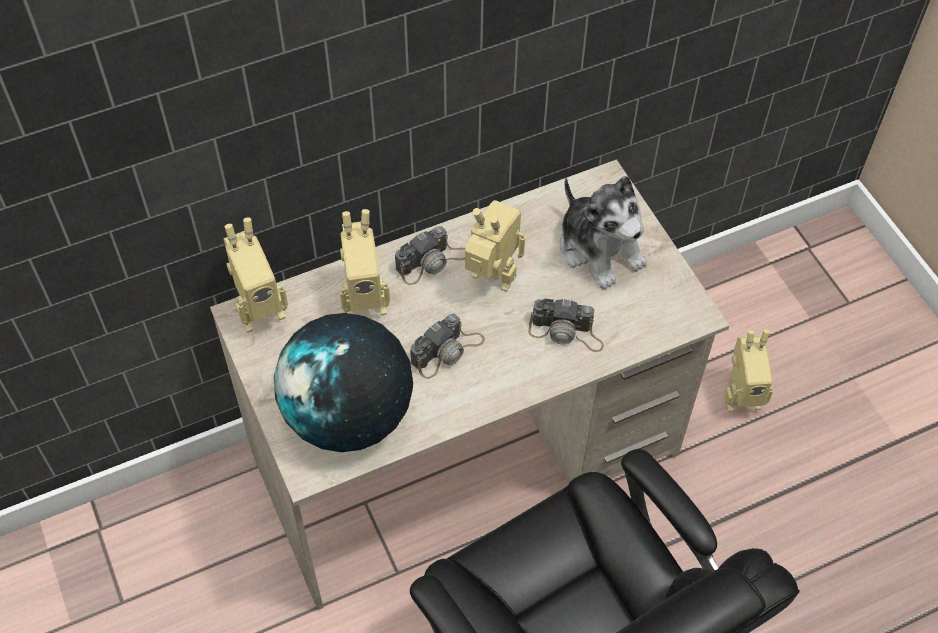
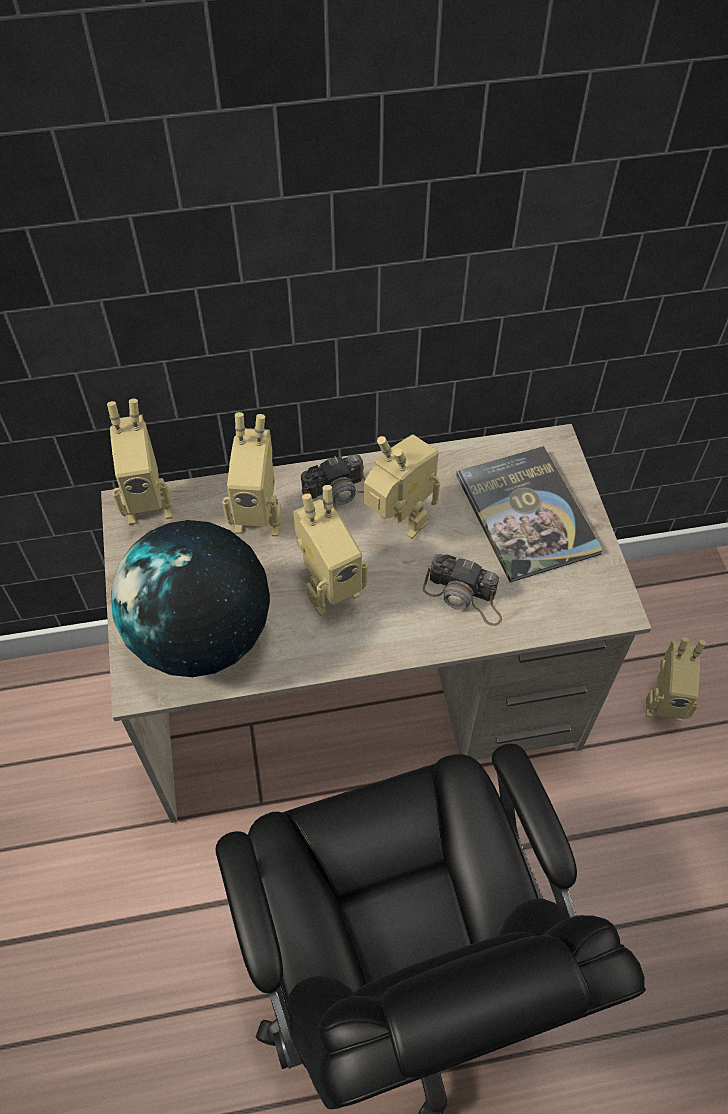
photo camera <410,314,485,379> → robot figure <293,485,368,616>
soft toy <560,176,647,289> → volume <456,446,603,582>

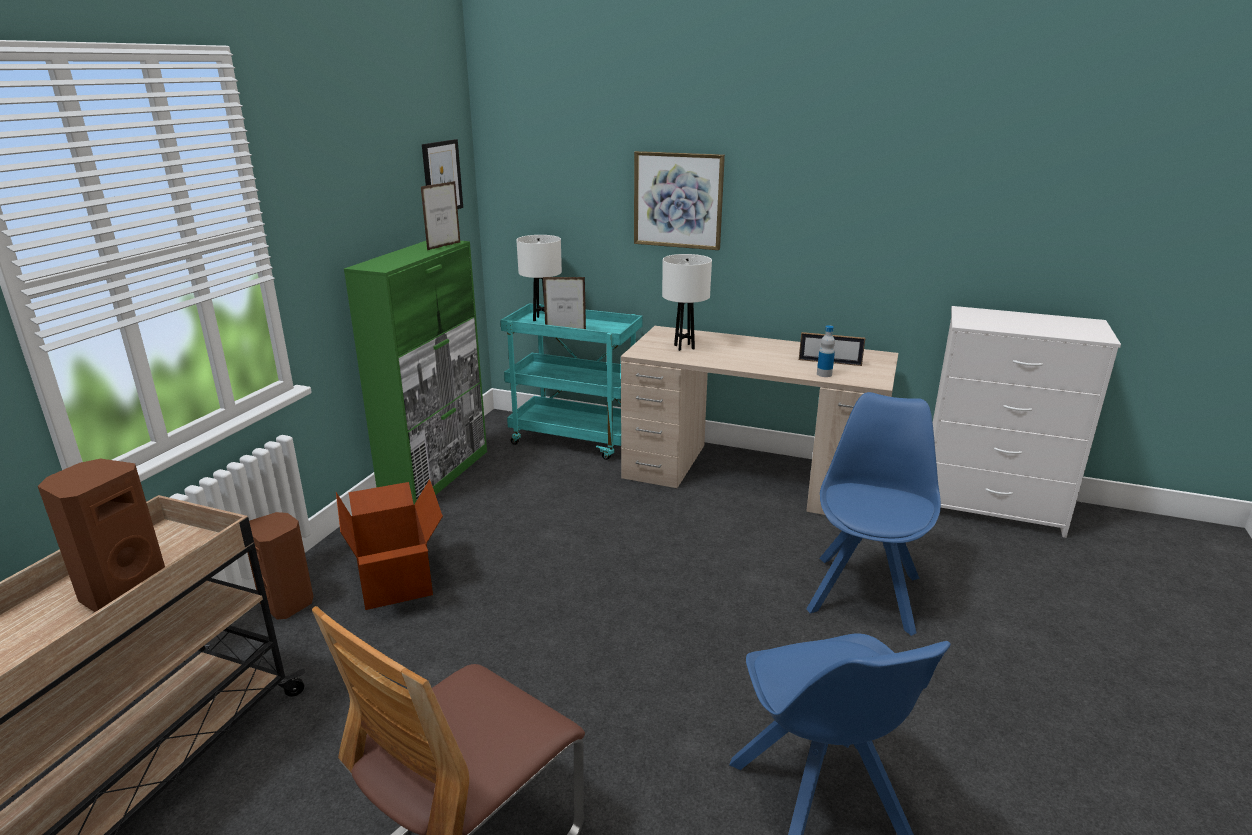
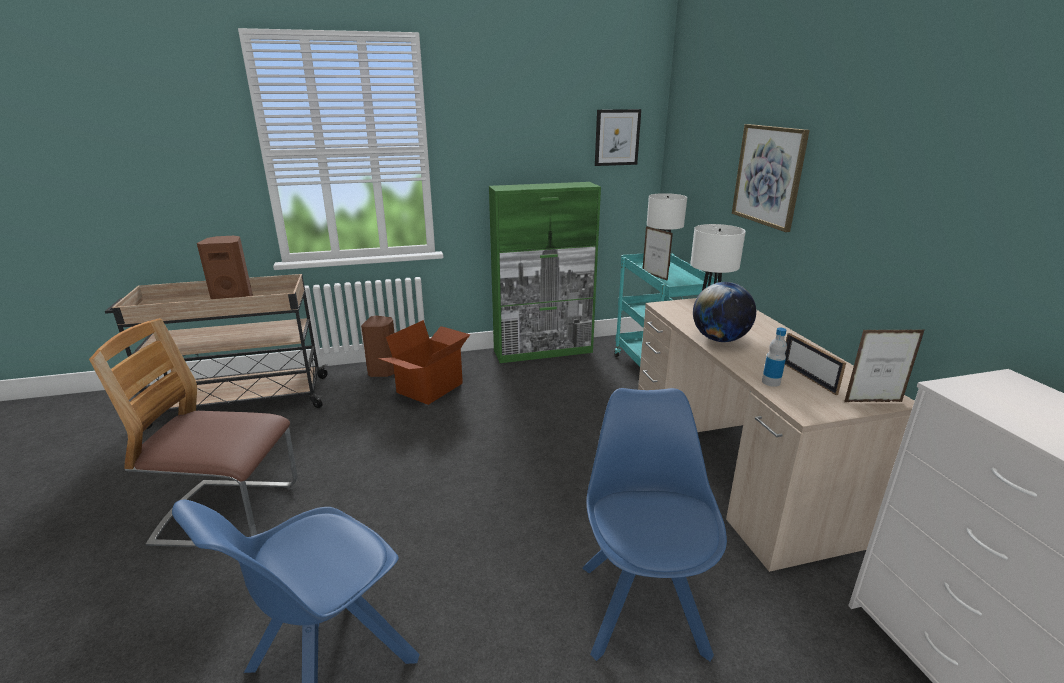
standing frame <421,181,461,250> → standing frame <844,330,924,402>, move
chair (bluish) <806,392,941,636> → chair (bluish) <582,388,727,662>, 75 degrees counterclockwise
- → globe <693,282,756,342>

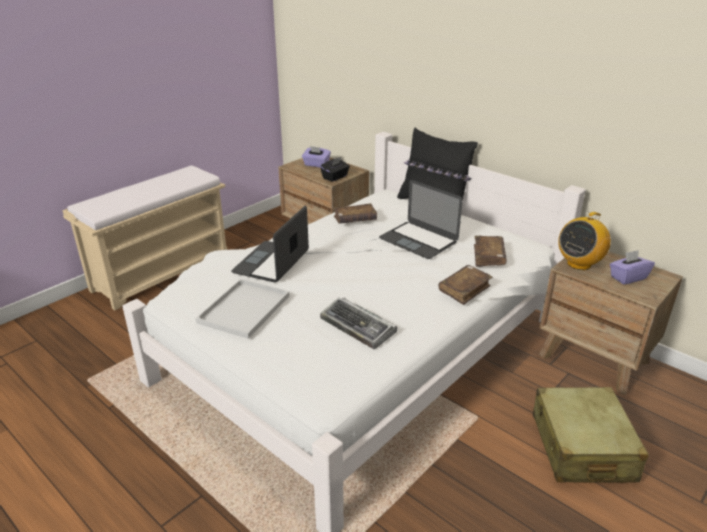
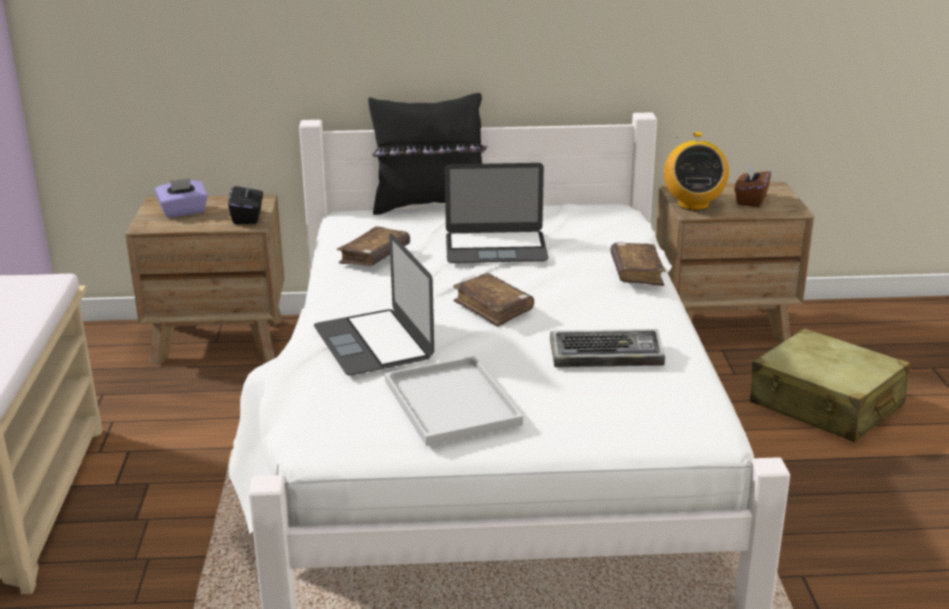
volume (brown) <474,236,507,267> → volume (brown) <453,273,534,327>, move
tissue holder (purple-coloured) <610,250,655,285> → tissue holder (brown) <735,163,771,207>

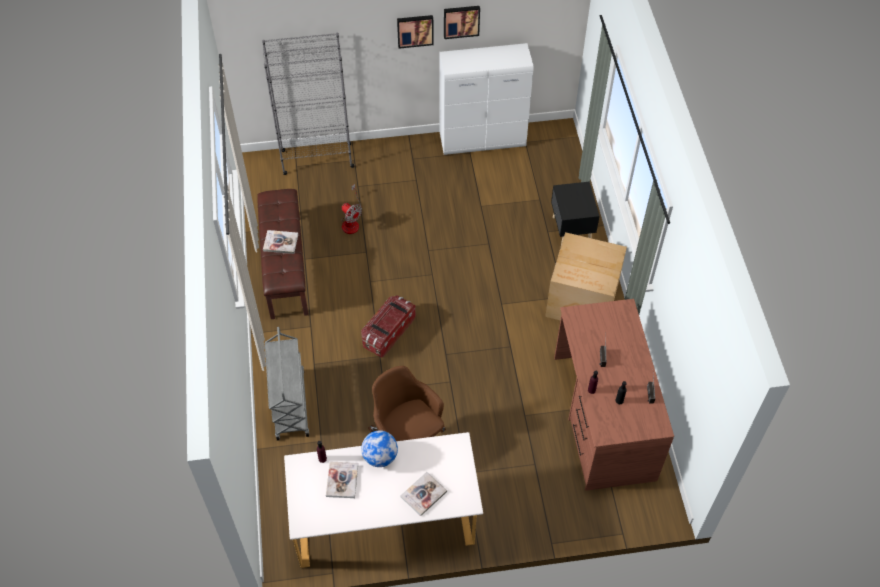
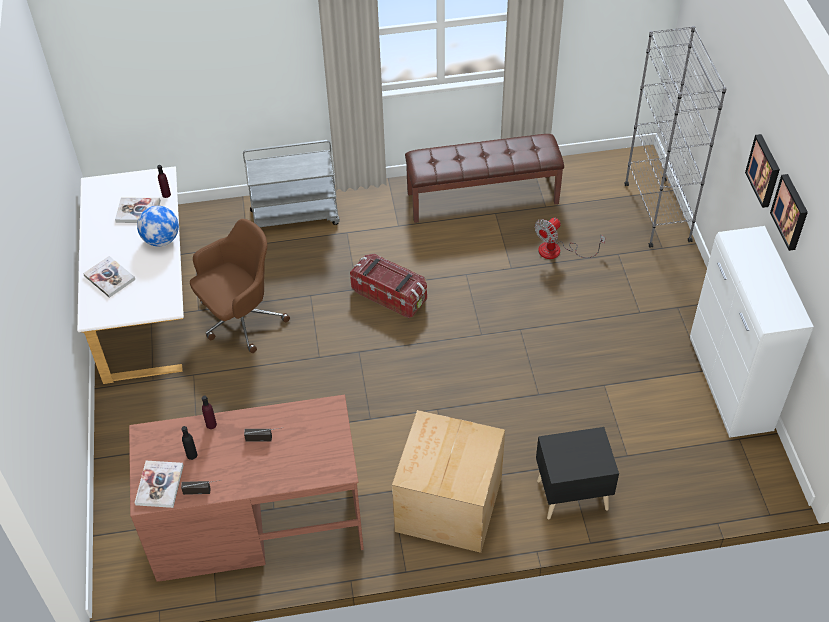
volume <263,230,298,254> → volume <135,461,184,508>, move

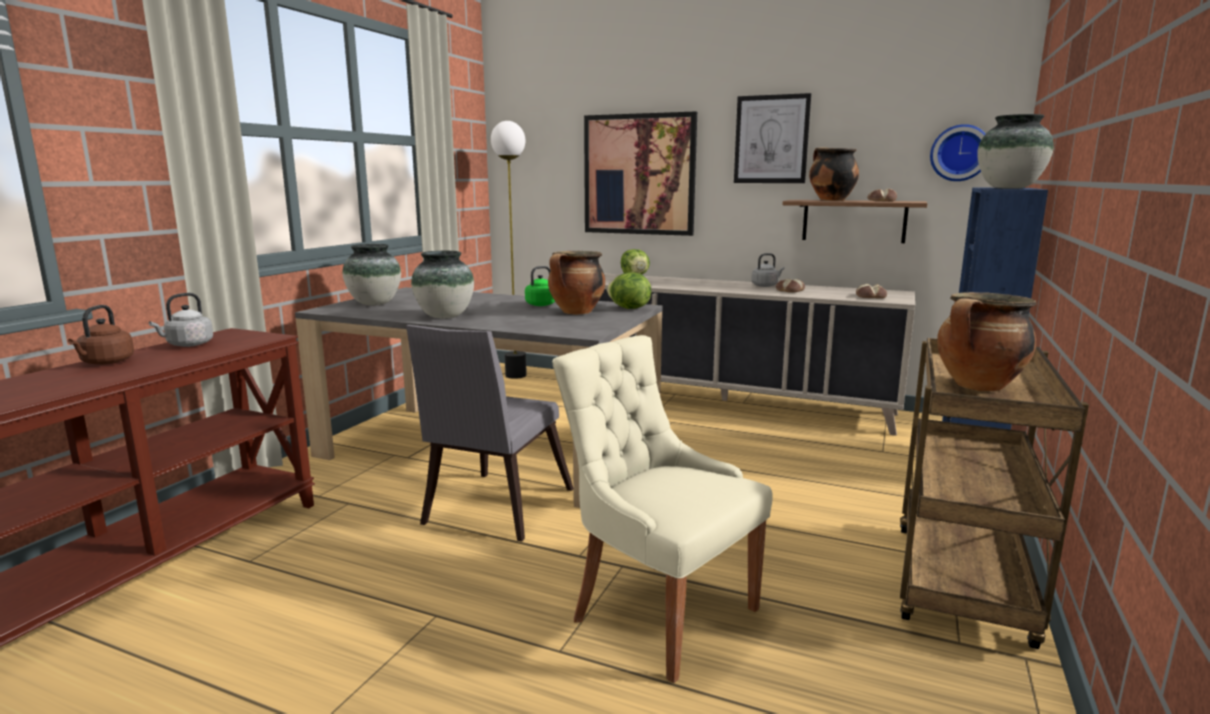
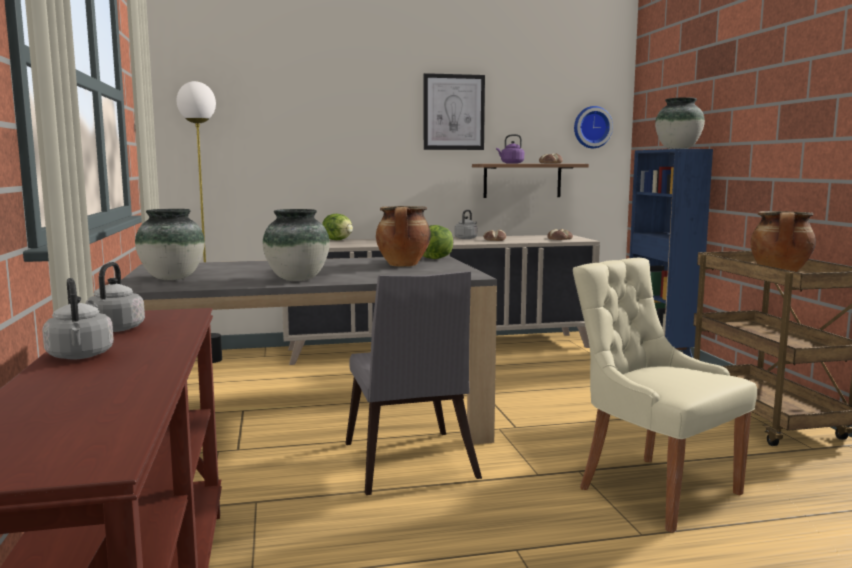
kettle (brown) <67,305,134,365> → kettle (grey) <42,278,114,359>
kettle (green-coloured) <525,266,555,306> → -
chair (sand-coloured) <552,335,773,683> → chair (sand-coloured) <573,258,757,533>, 45 degrees clockwise
wall art <584,111,697,236> → -
stockpot <809,147,859,201> → kettle (purple-coloured) <496,134,524,164>

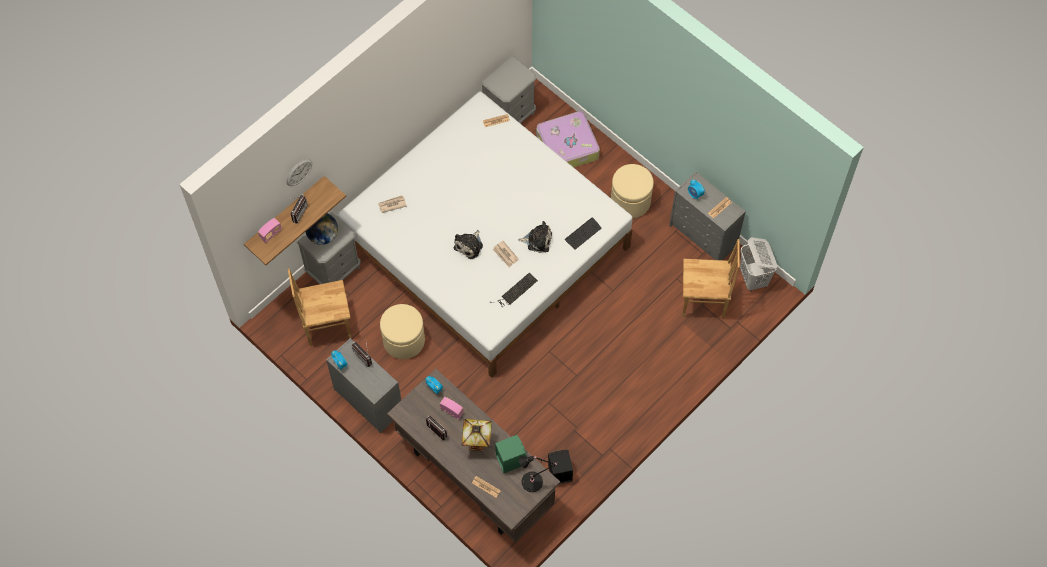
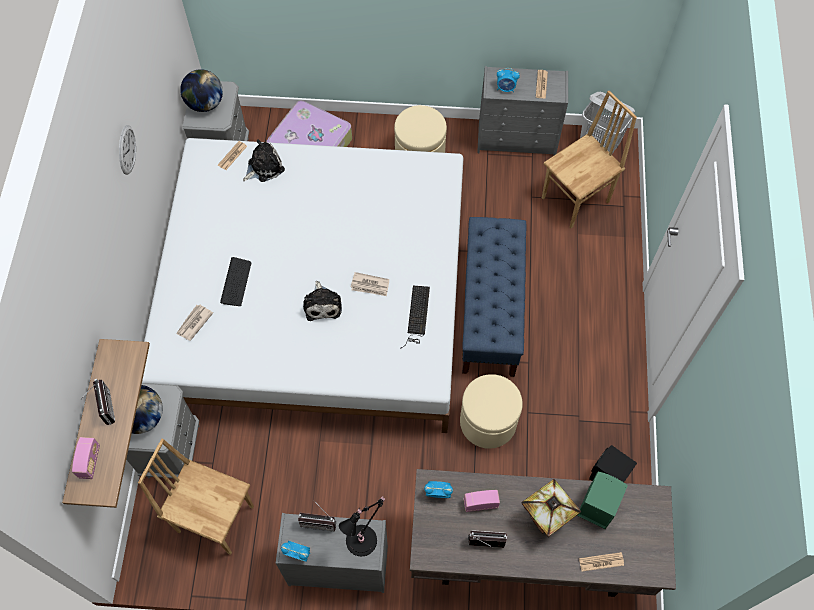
hanging clock <287,159,312,186> → hanging clock <119,125,136,175>, move
chair (brown) <288,268,351,346> → chair (brown) <138,438,254,555>, 75 degrees clockwise
pouffe (sand-coloured) <380,304,425,359> → pouffe (sand-coloured) <460,374,523,449>, move
soft toy <518,221,552,253> → soft toy <243,139,285,182>, move
lamp for a table (black) <519,455,557,492> → lamp for a table (black) <339,496,385,556>, move
computer keyboard <565,217,601,250> → computer keyboard <220,257,251,306>, move
- → globe <180,69,223,112>
- → indoor bench (bluish) <462,217,526,377>

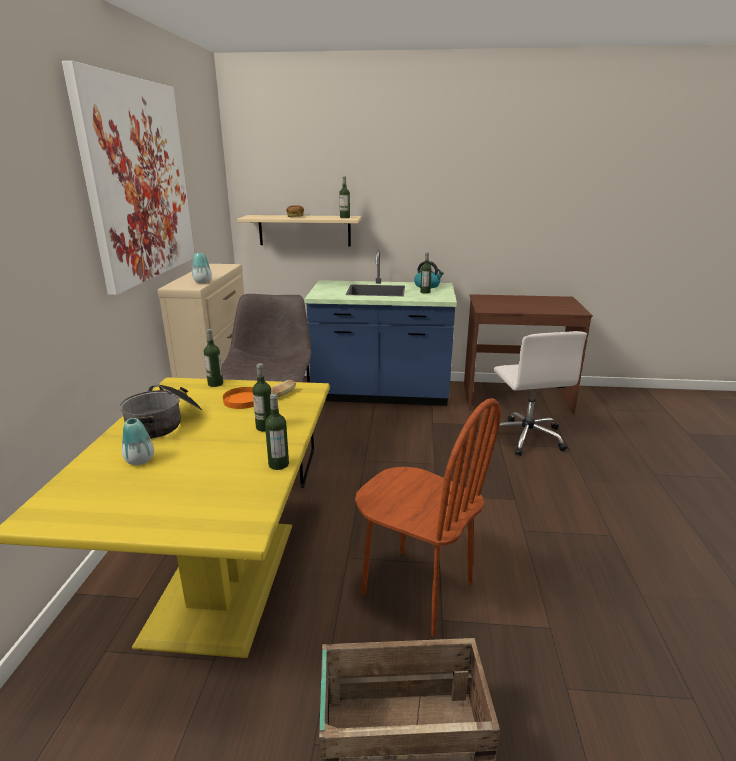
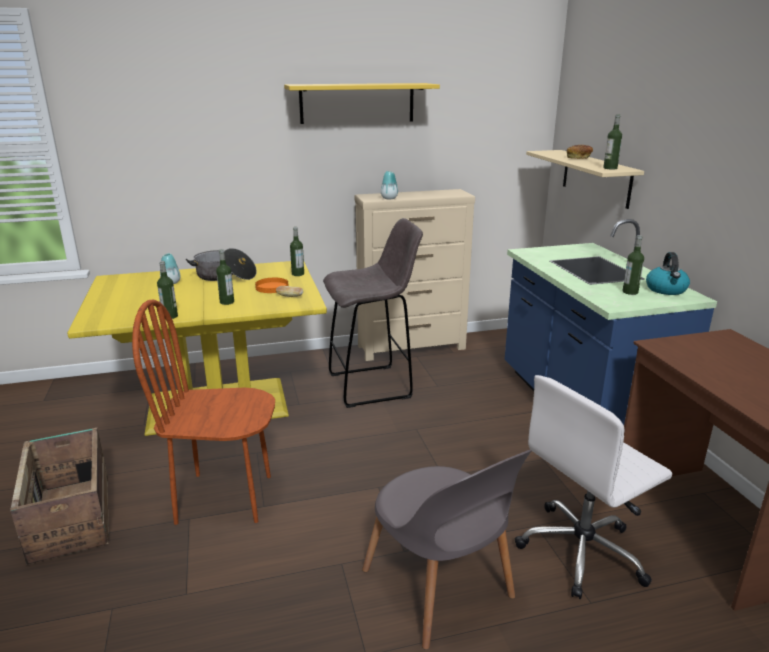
wall art <62,61,195,295> → wall shelf (yellowish) <284,83,440,124>
chair (brown) <355,398,501,636> → chair (brown) <132,300,275,525>, 75 degrees clockwise
- → chair (grey) <362,449,532,650>

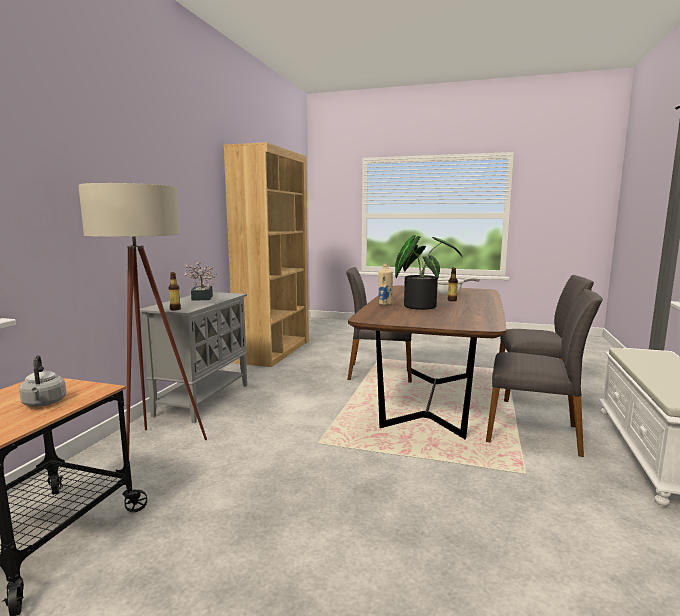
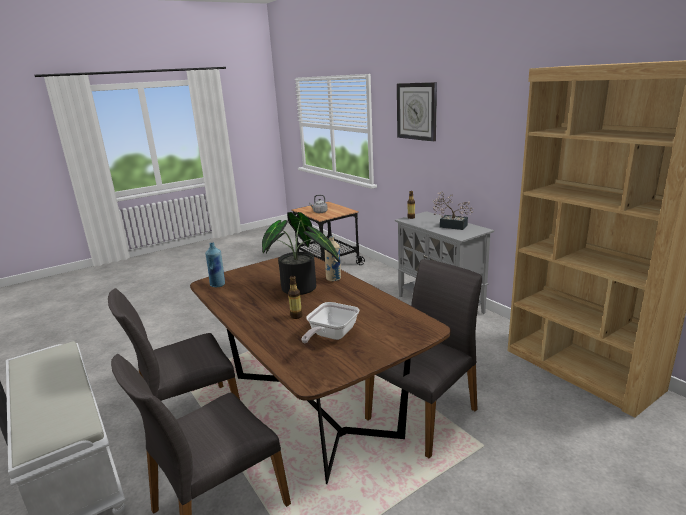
standard lamp (sand-coloured) <78,183,207,458> → -
- → drink bottle (bluish) <205,243,225,287>
- → hanging clock <397,82,437,142>

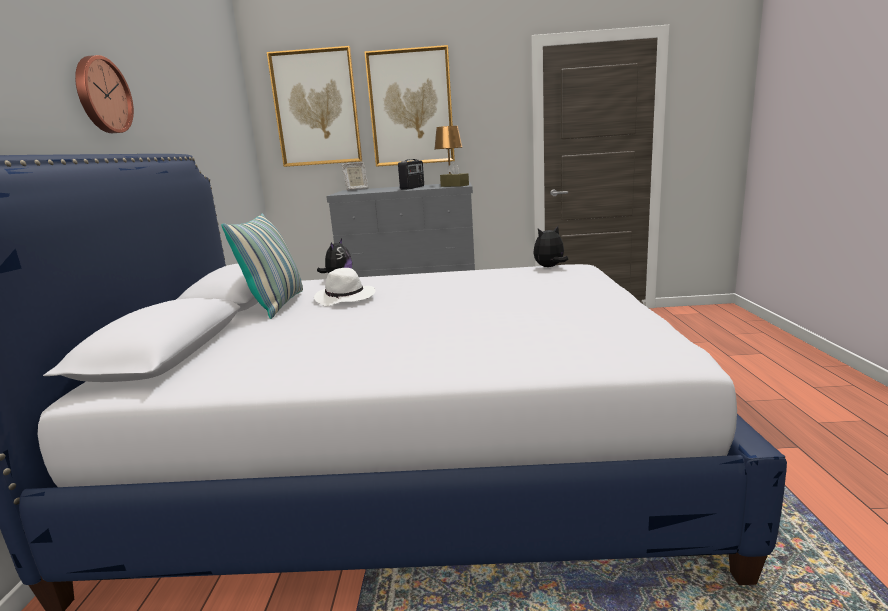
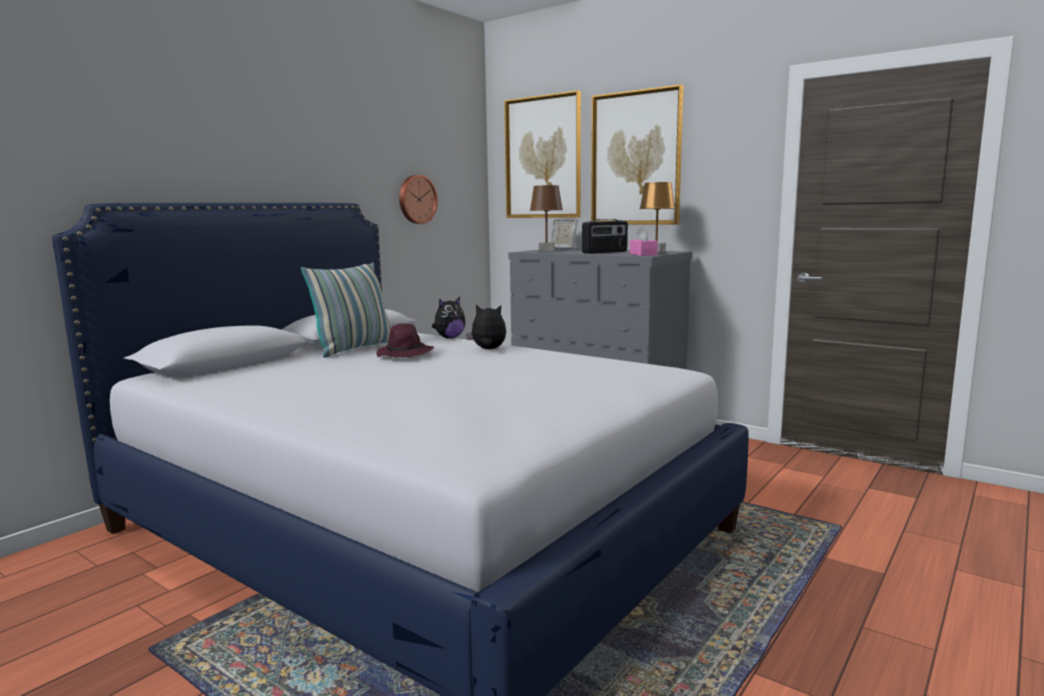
hanging clock <75,55,134,133> → hanging clock <399,175,438,224>, move
wearable hat (white) <314,268,376,306> → wearable hat (purple-coloured) <377,324,434,357>
tissue holder (brown) <440,163,469,187> → tissue holder (pinkish) <630,227,658,256>
soft toy <533,226,568,267> → soft toy <466,305,506,349>, move
- → lamp for a table (brown) <530,185,563,252>

